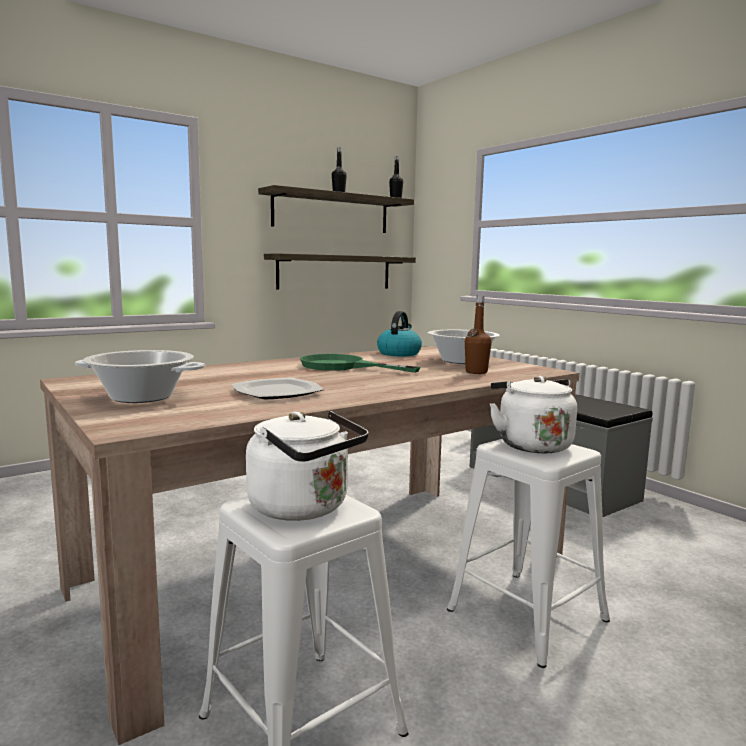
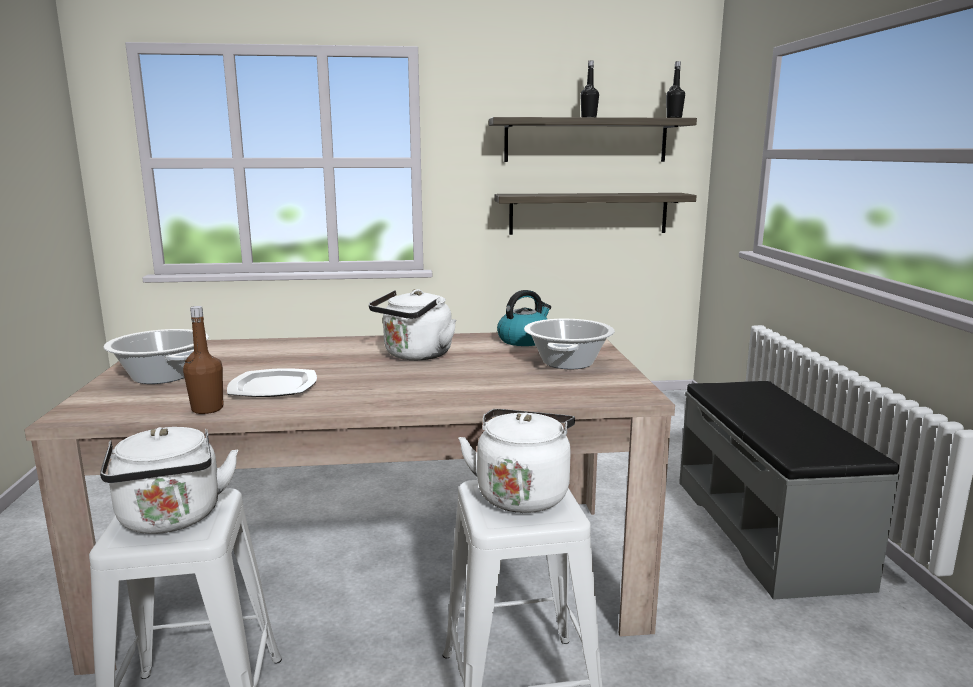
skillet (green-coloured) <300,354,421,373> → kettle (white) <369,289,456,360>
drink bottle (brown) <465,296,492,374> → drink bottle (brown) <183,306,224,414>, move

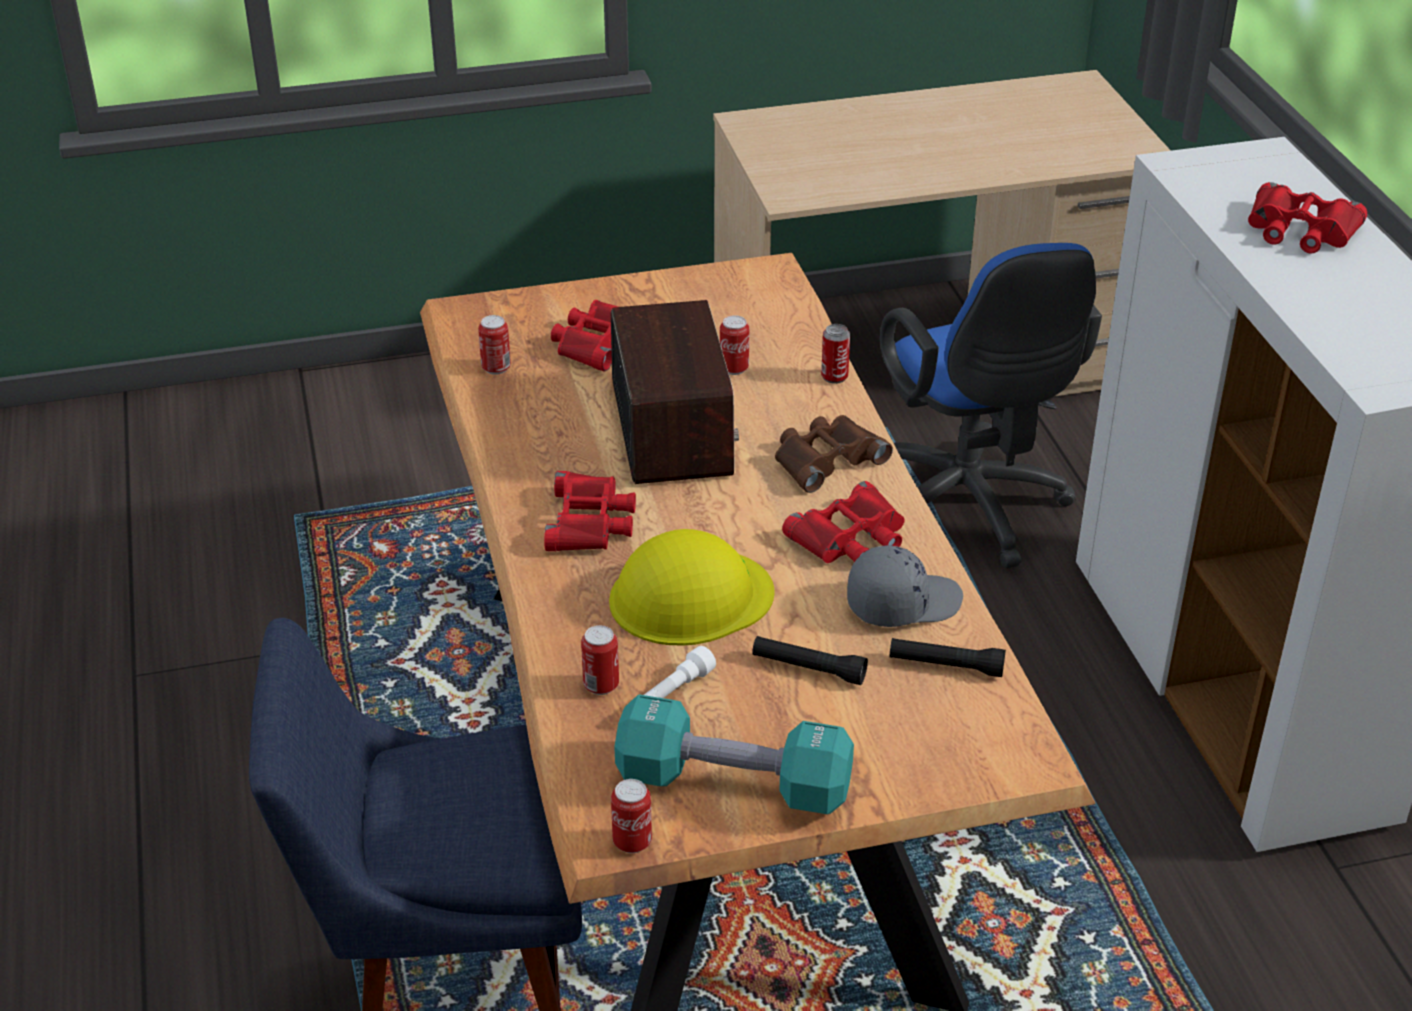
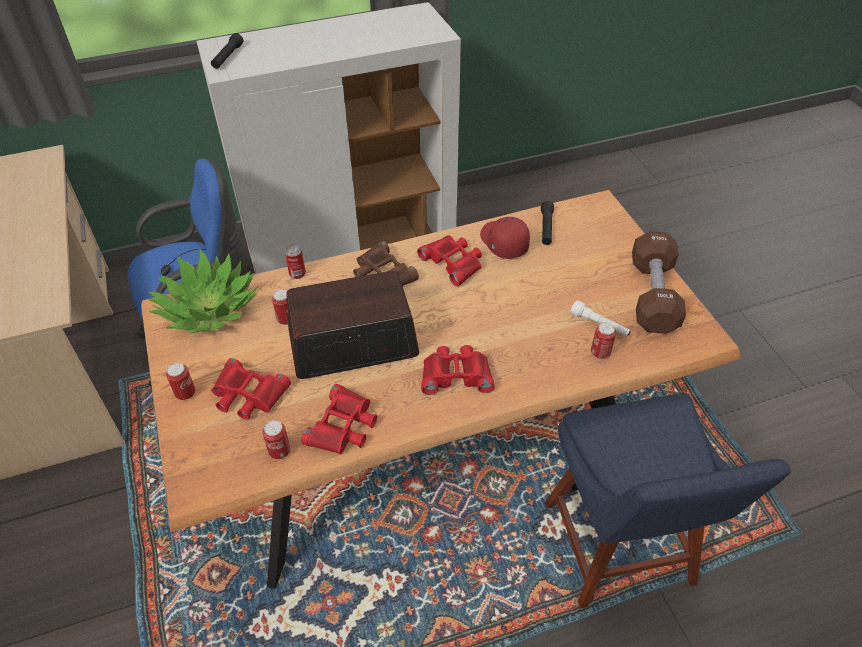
safety helmet (yellowish) <609,529,775,646> → -
metal can <611,779,652,853> → metal can <166,362,196,400>, move
dumbbell (blue-green) <614,694,854,814> → dumbbell (brown) <632,231,686,334>
flashlight (black) <752,636,868,685> → flashlight (black) <211,33,243,69>, move
baseball cap (grey) <847,545,963,627> → baseball cap (red-coloured) <480,217,530,259>
pair of binoculars (red-coloured) <1248,182,1367,254> → pair of binoculars (red-coloured) <301,384,377,455>, move
- → plant in a pot <148,249,258,334>

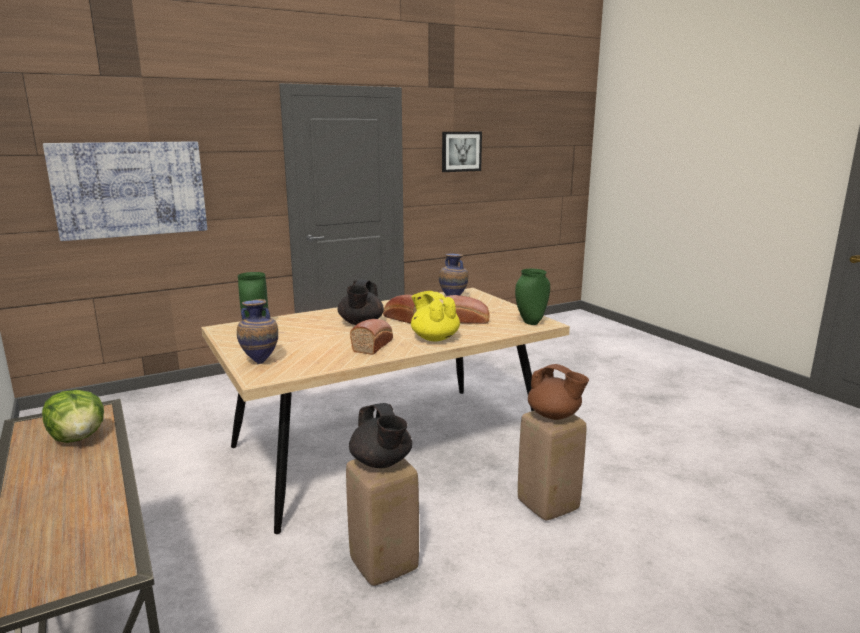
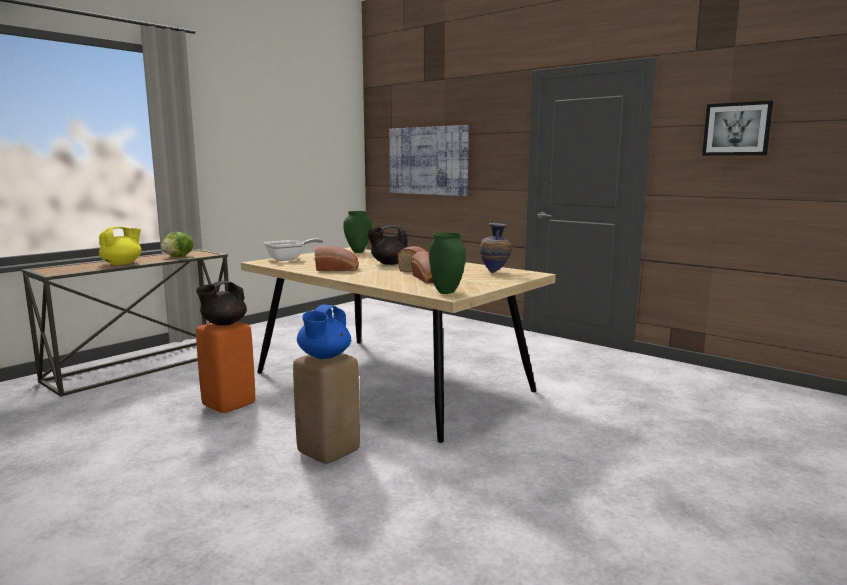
vase <237,299,278,364> → skillet <264,238,323,261>
sitting stool (sand-coloured) <346,458,419,586> → sitting stool (orangey) <196,321,255,413>
teapot (yellowish) <411,291,460,341> → teapot (yellowish) <99,227,142,265>, move
teapot (brown) <528,364,589,420> → teapot (bluish) <297,305,351,359>

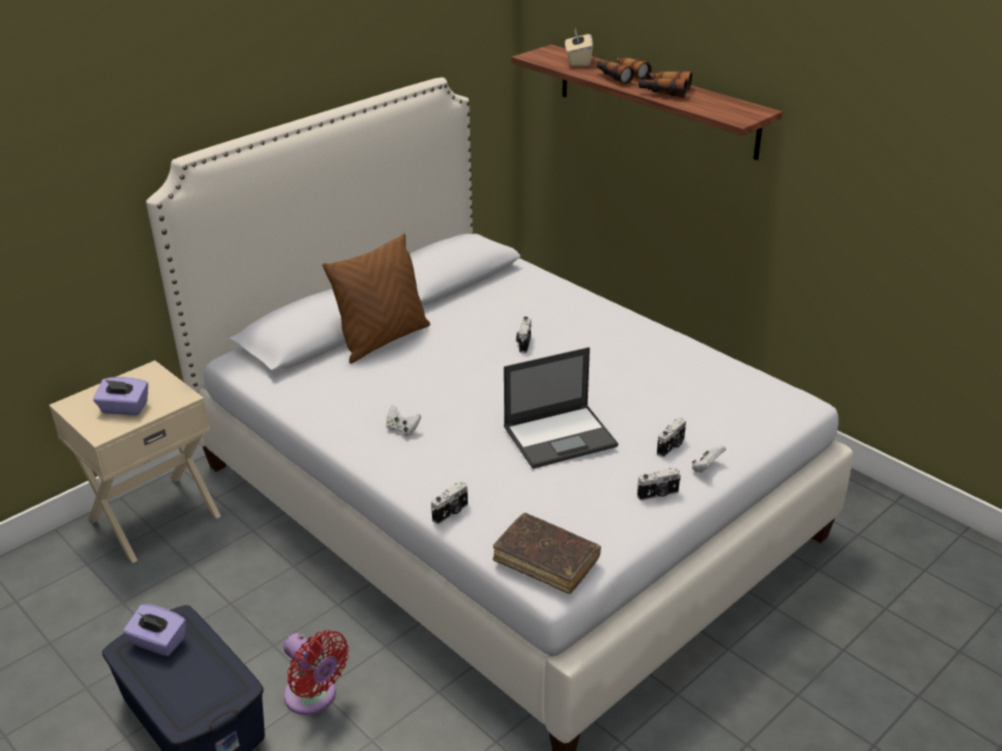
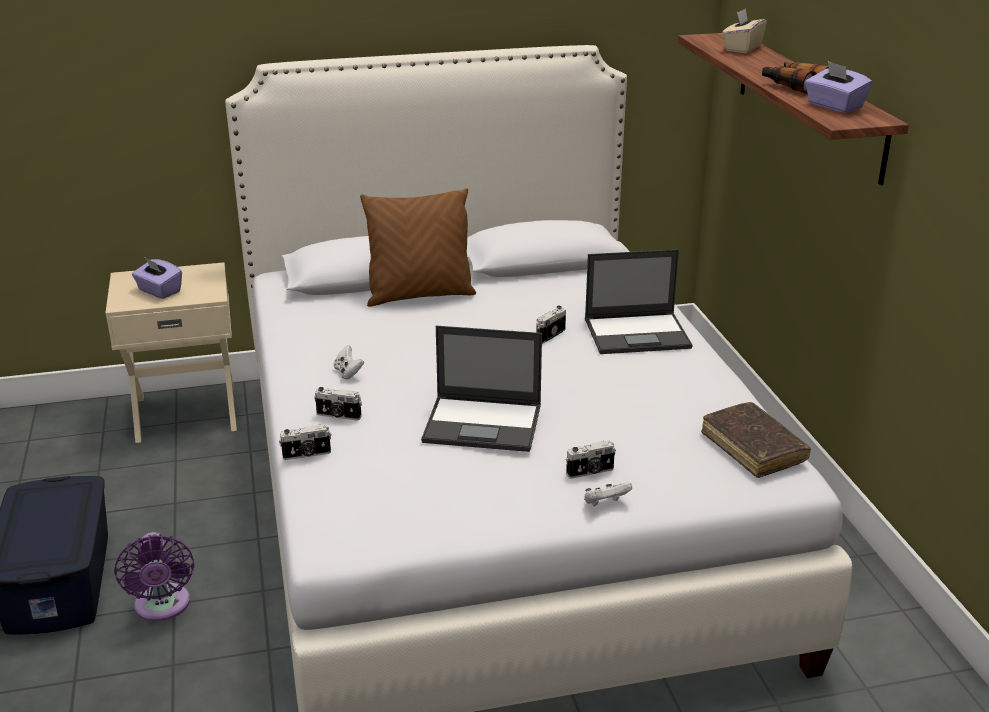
tissue holder (purple-coloured) <123,604,186,656> → tissue holder (purple-coloured) <805,61,872,113>, move
electric fan (red-coloured) <283,630,349,715> → electric fan (purple-coloured) <114,532,194,622>
volume (brown) <493,513,601,594> → volume (brown) <701,402,811,478>, move
pair of binoculars <596,57,652,85> → -
photo camera <637,468,681,501> → photo camera <314,387,362,420>, move
- → portable computer <585,249,692,354>

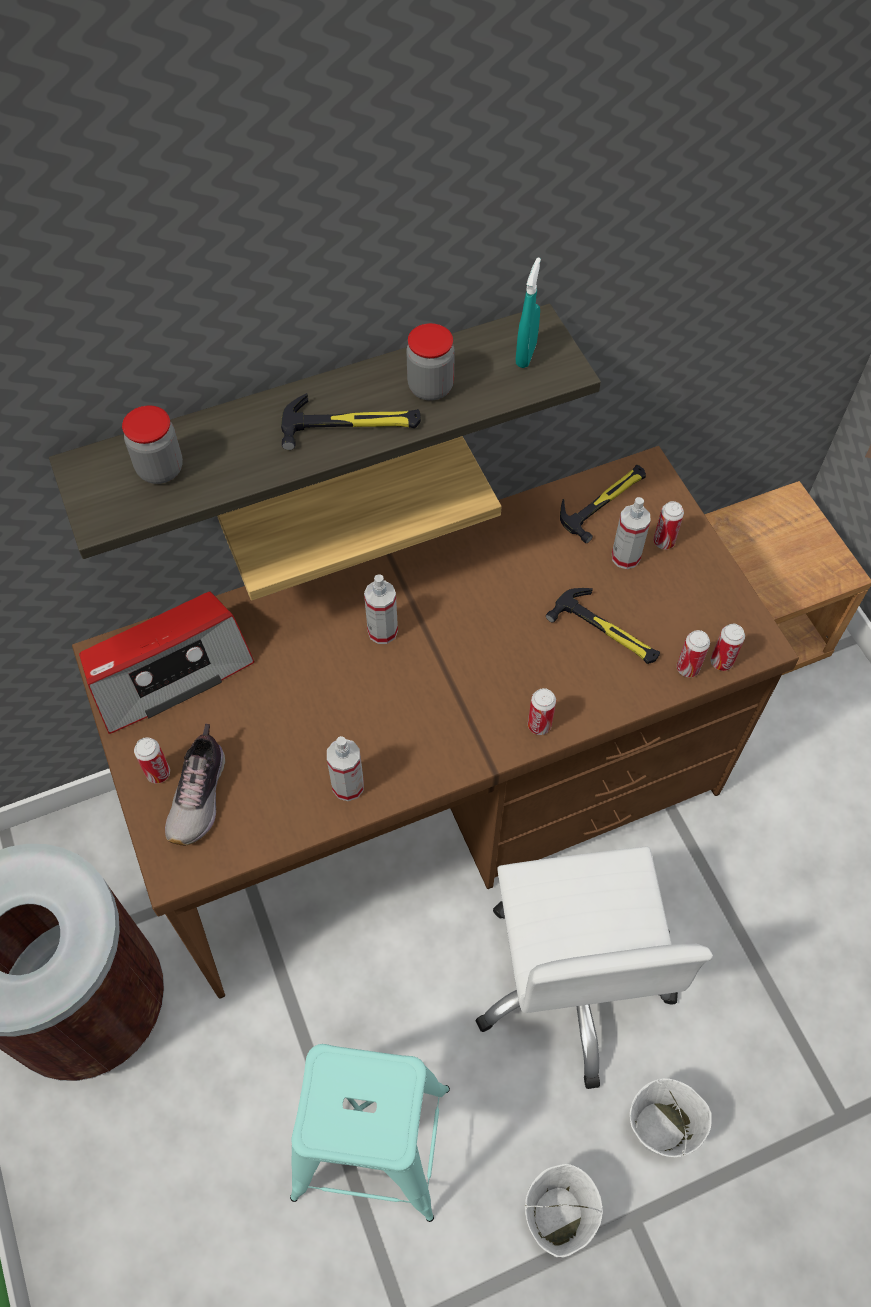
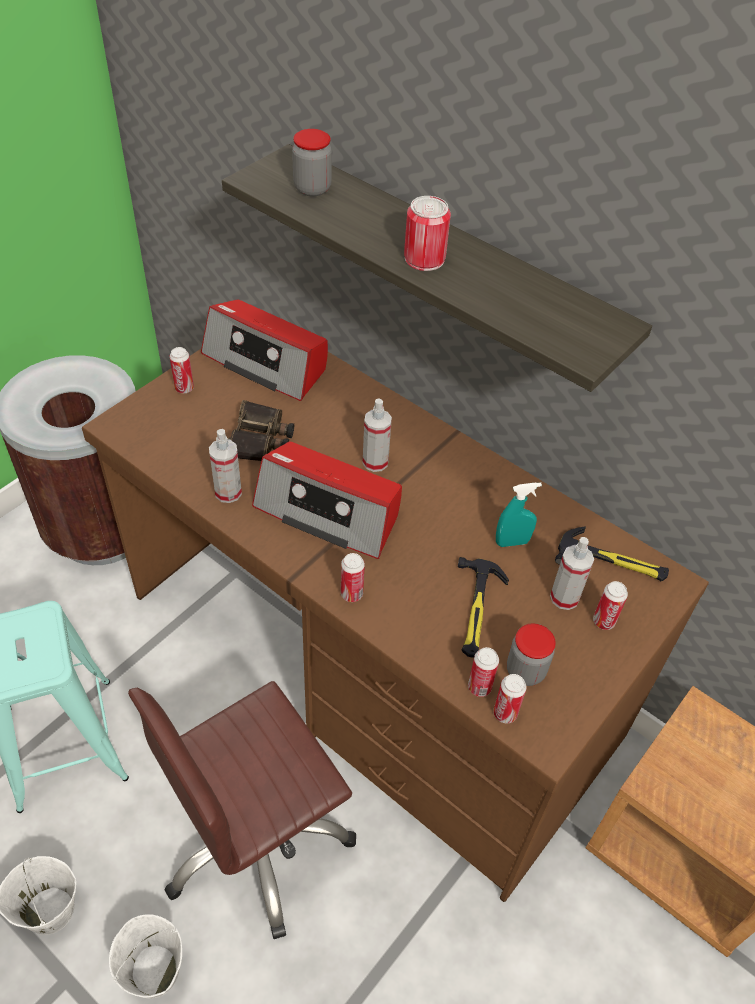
shoe <165,724,225,845> → -
wall shelf <217,436,502,601> → -
hammer <281,393,421,450> → metal can <404,196,451,271>
preserve jar <406,323,455,401> → preserve jar <507,623,556,686>, move
office chair (white) <475,846,713,1089> → office chair (brown) <128,681,356,939>
sprayer (blue-green) <516,258,541,368> → sprayer (blue-green) <496,482,542,547>, move
- → pair of binoculars <228,400,294,461>
- → radio set <252,441,402,559>

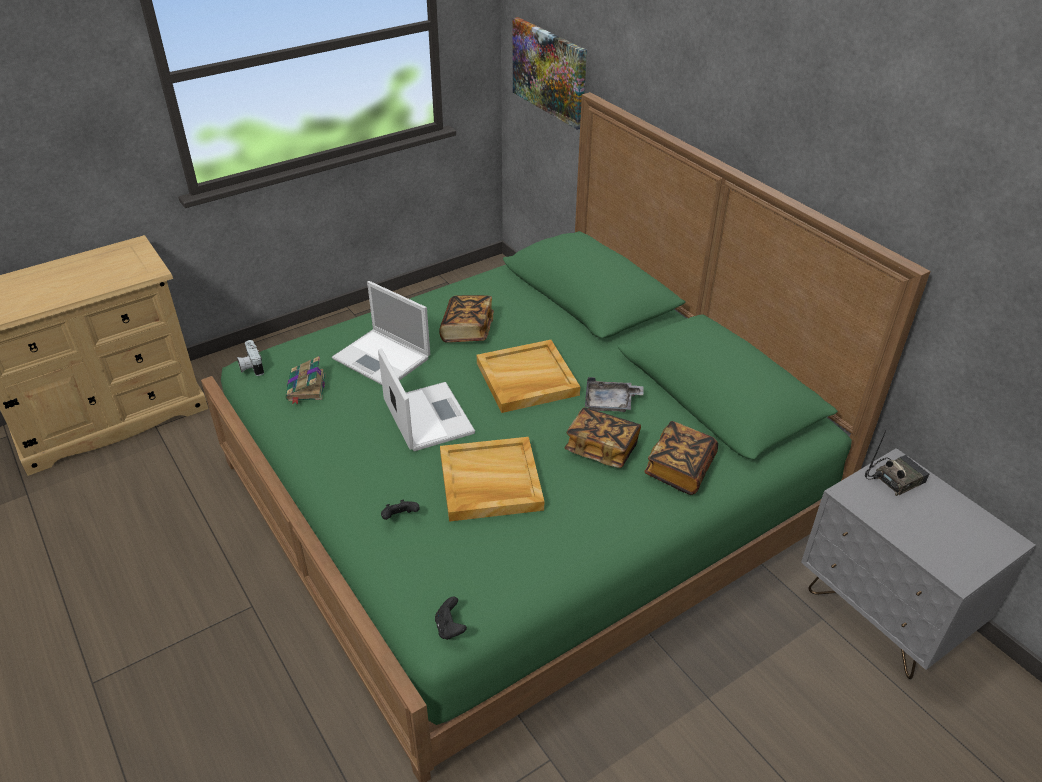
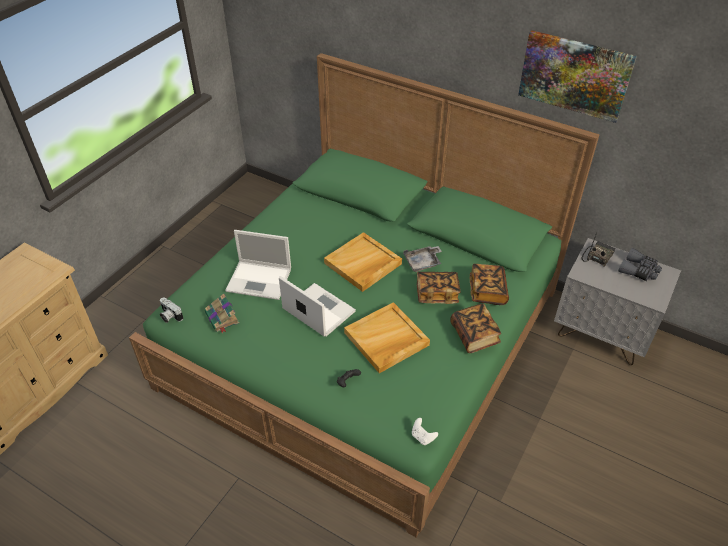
gamepad (black) <435,596,467,640> → gamepad (white) <412,418,438,445>
volume <439,295,494,343> → volume <450,303,501,353>, move
wall art <513,17,587,130> → wall art <518,30,637,123>, move
- → pair of binoculars (grey) <618,248,662,281>

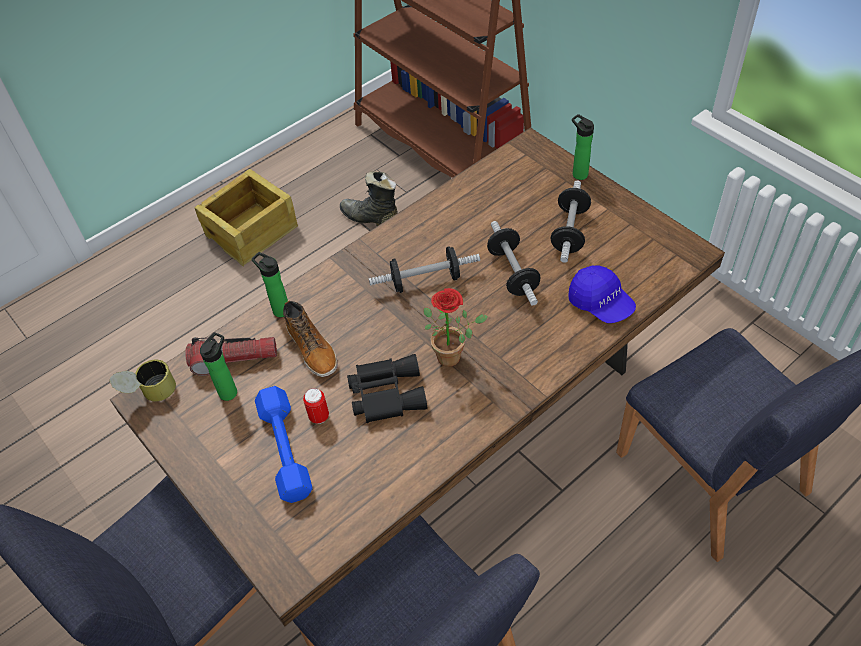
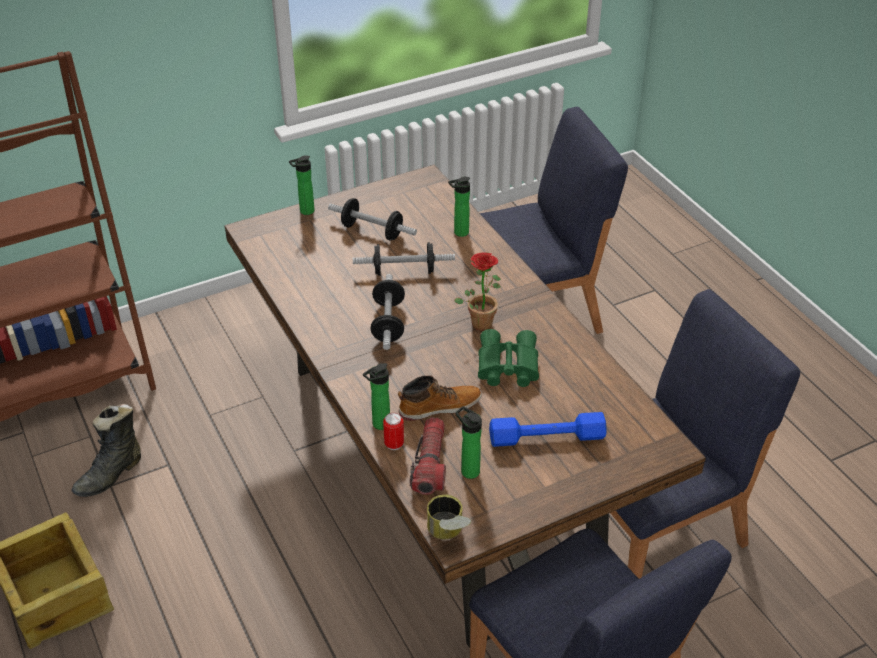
metal can <303,388,329,424> → metal can <383,413,404,450>, move
pair of binoculars (black) <347,354,428,423> → pair of binoculars (green-coloured) <478,329,539,387>
baseball cap (bluish) <568,265,636,323> → drink bottle <448,177,470,237>

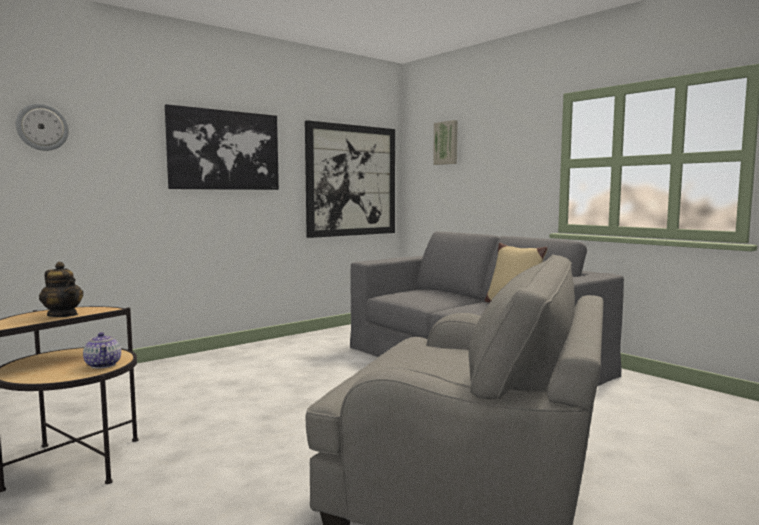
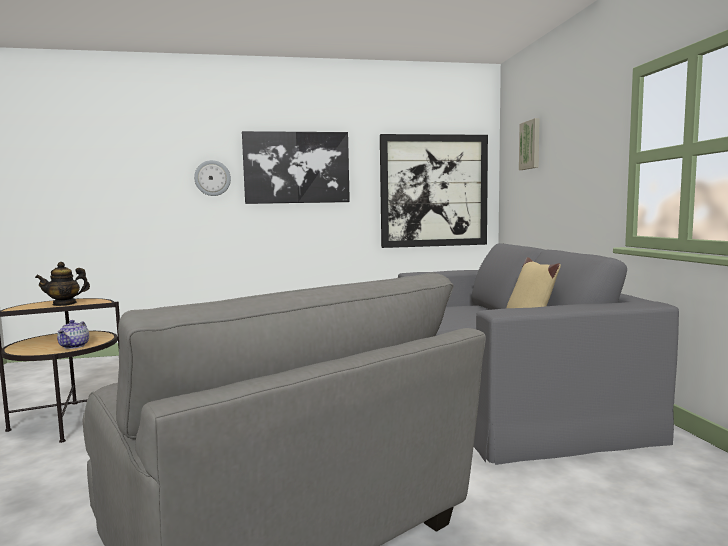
hanging clock <16,103,69,151> → hanging clock <194,160,231,196>, move
teapot <39,262,84,317> → teapot <35,262,90,306>, 75 degrees clockwise

